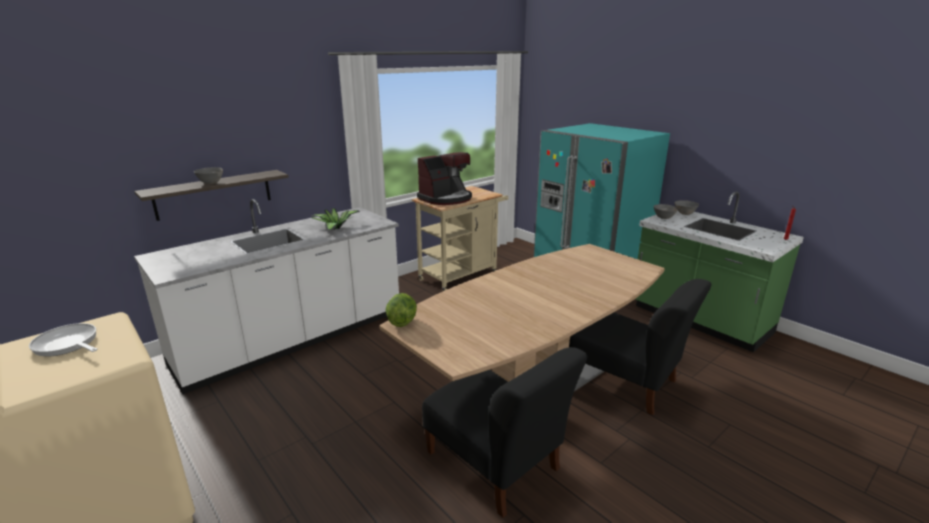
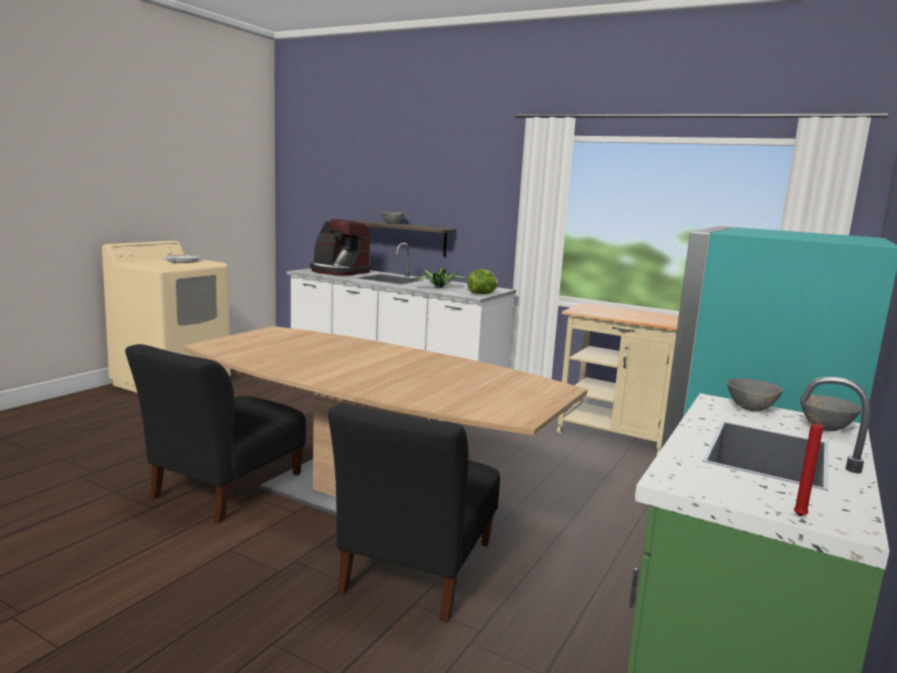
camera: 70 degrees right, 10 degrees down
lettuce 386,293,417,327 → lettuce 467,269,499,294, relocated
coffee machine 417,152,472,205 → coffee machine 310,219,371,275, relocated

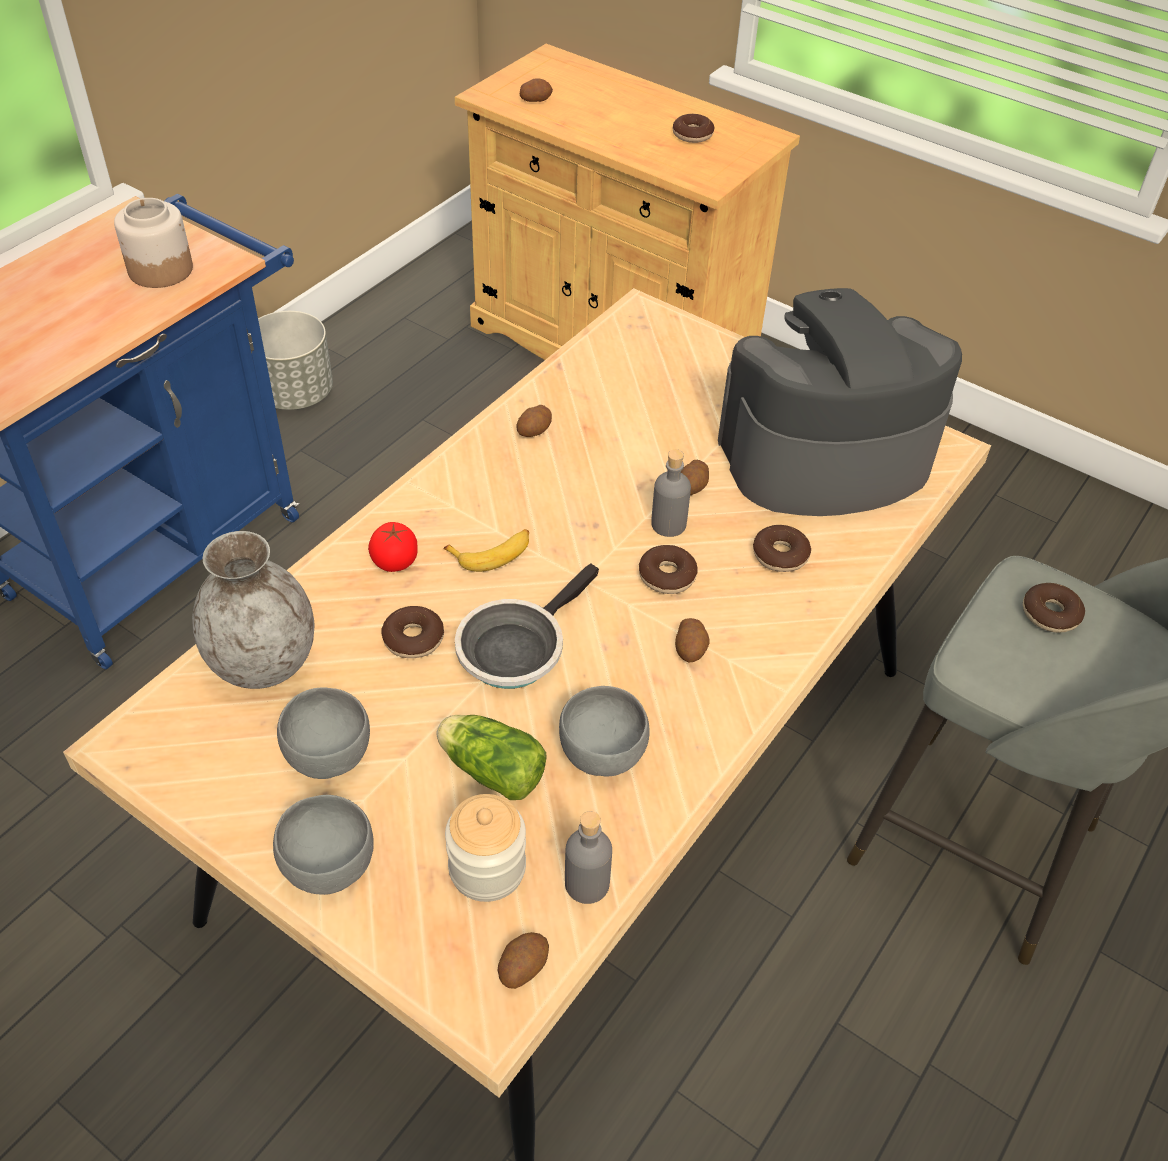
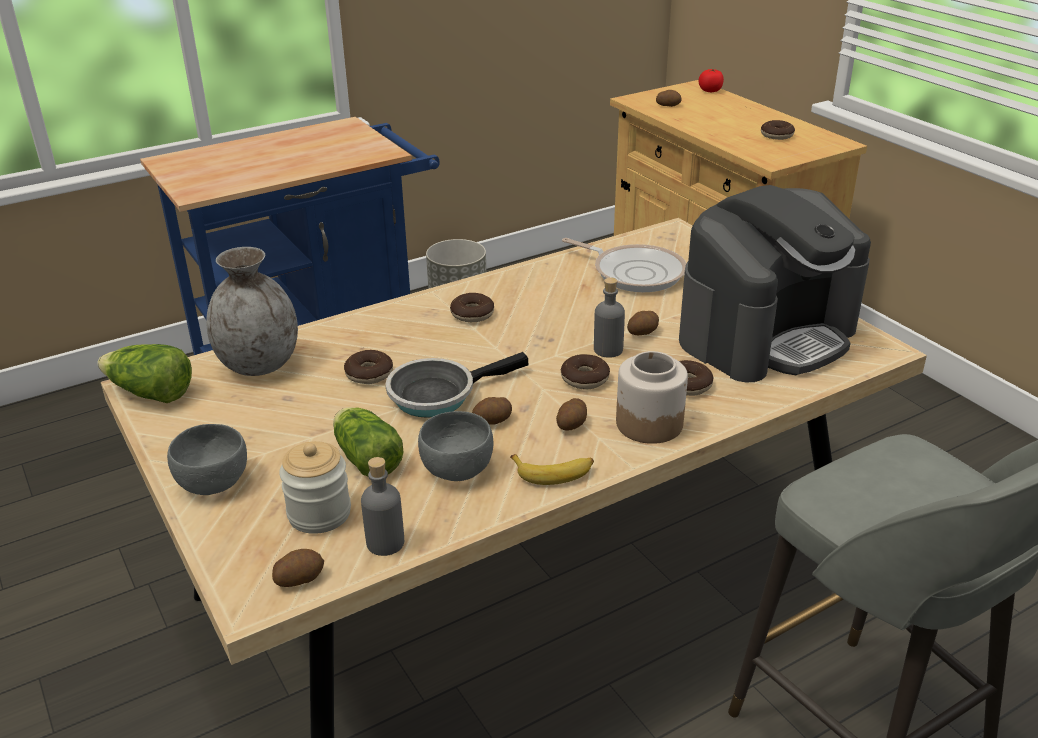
camera: 25 degrees right, 15 degrees down
storage jar 114,198,193,288 → storage jar 616,351,688,444, relocated
serving bowl in grey 277,687,370,779 → -
tomato 368,522,418,572 → tomato 699,69,724,92, relocated
whole banana 444,529,529,572 → whole banana 510,454,594,485, relocated
spud 516,405,552,437 → spud 472,397,512,425, relocated
coffee machine 718,288,962,516 → coffee machine 679,185,871,382, 135 degrees clockwise
doughnut 1023,583,1085,633 → doughnut 450,293,494,322, relocated
- → lettuce 97,344,192,403
- → pan 562,238,686,292

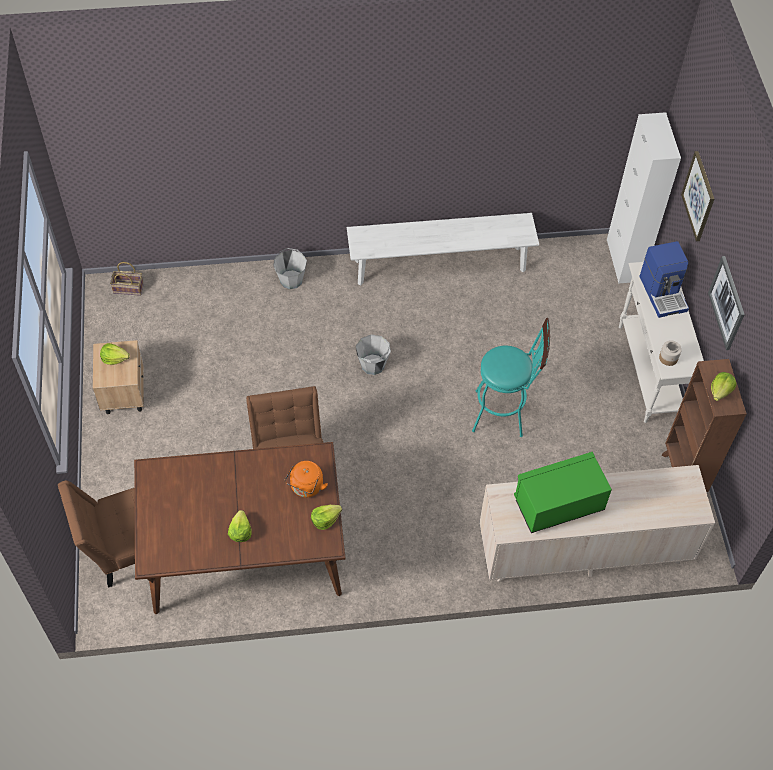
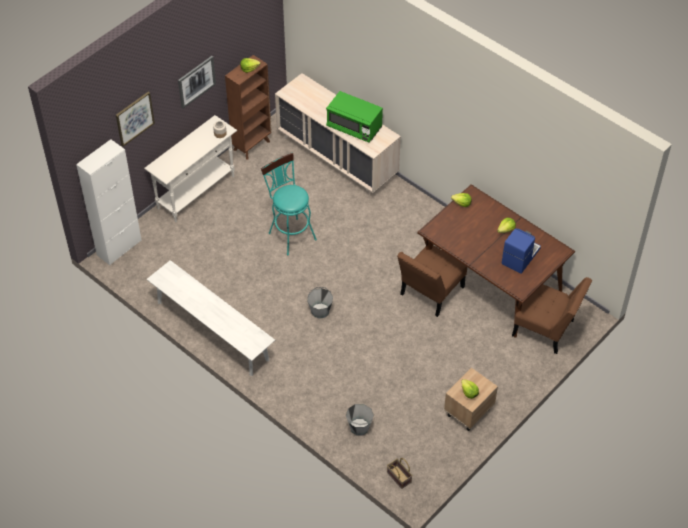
camera: 130 degrees left, 5 degrees down
bucket in grey 273,248,307,289 → bucket in grey 346,404,374,435, relocated
kettle in orange 285,461,328,498 → -
coffee machine 639,241,689,318 → coffee machine 502,228,541,274, relocated

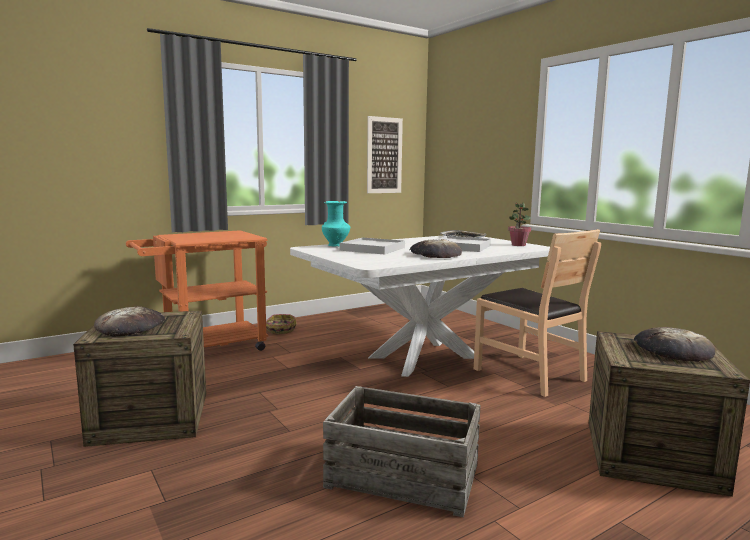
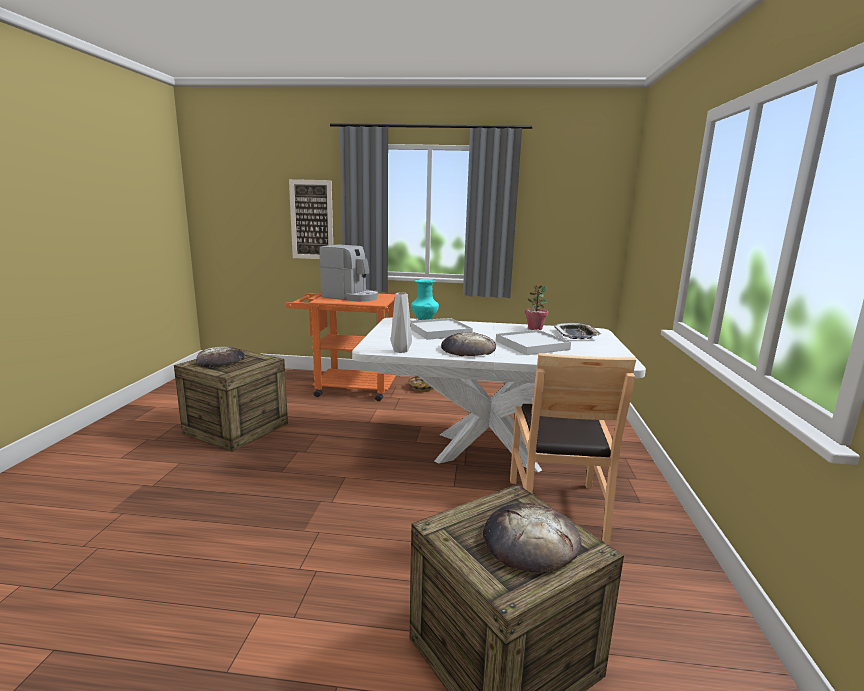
camera: 40 degrees right, 5 degrees up
shipping crate 323,386,481,517 → -
wall art 367,116,403,193 → wall art 289,179,333,259, relocated
potted plant 508,202,531,246 → potted plant 525,285,549,330, relocated
- → coffee machine 319,244,378,302
- → decorative vase in grey 391,293,412,353

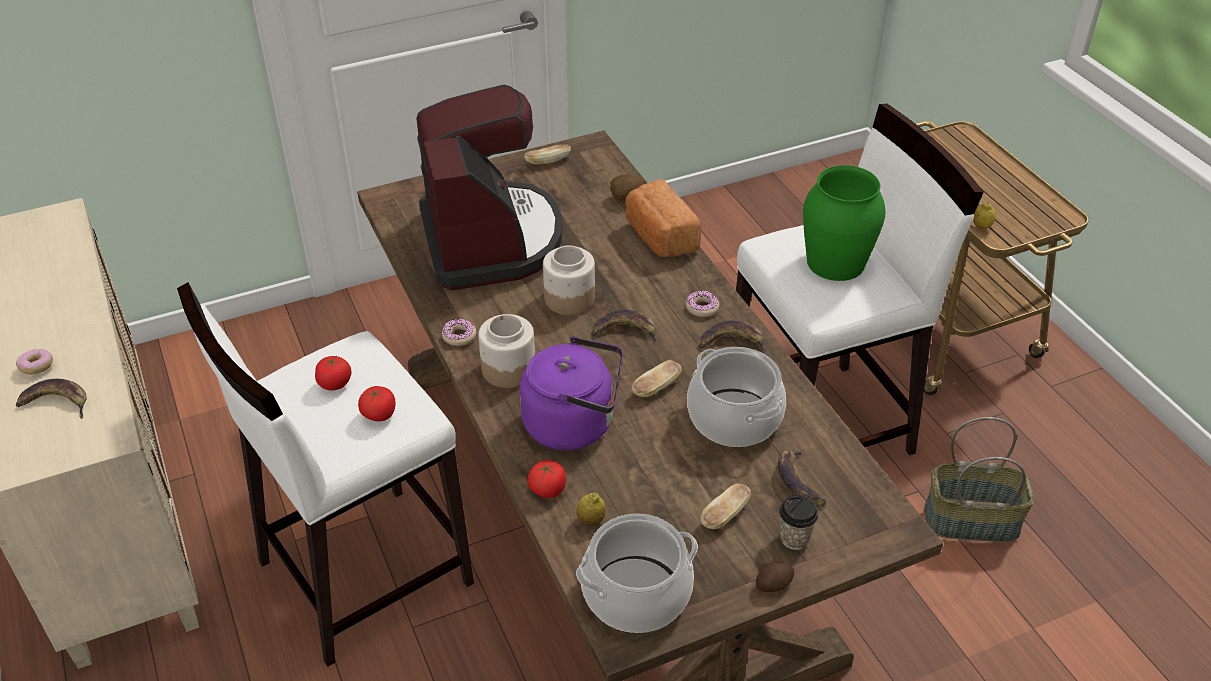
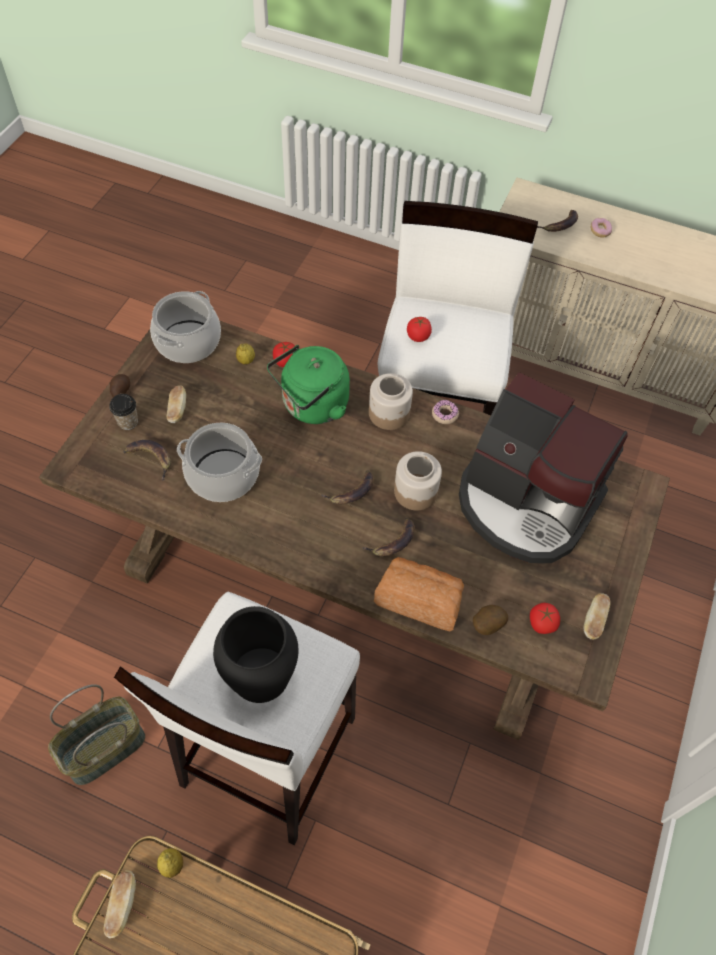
camera: 135 degrees right, 15 degrees up
tomato 315,356,352,391 → tomato 530,603,560,634, relocated
kettle in purple-coloured 520,336,623,450 → kettle in greenish 267,345,350,424
baked bread 632,360,682,397 → baked bread 104,870,136,938, relocated
doughnut 686,290,719,317 → -
whole banana 699,321,766,354 → whole banana 362,518,415,557, relocated
decorative vase in greenish 803,165,885,281 → decorative vase in black-coloured 213,606,298,703

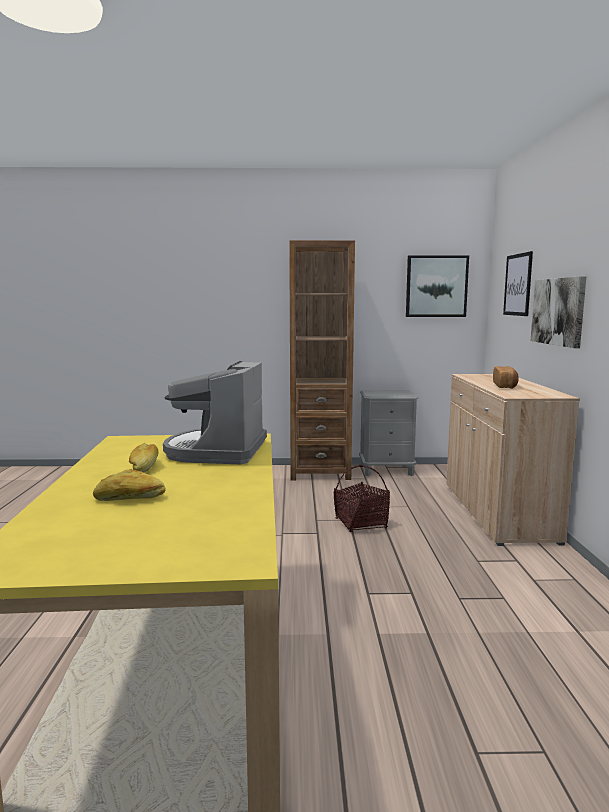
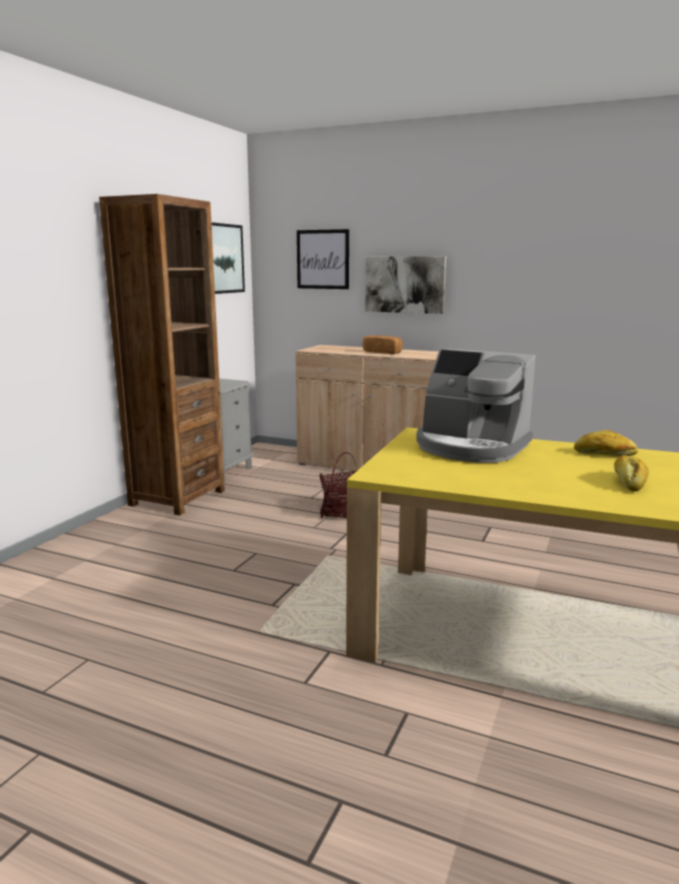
camera: 65 degrees left, 5 degrees up
baked bread 129,443,159,472 → baked bread 574,430,638,456, relocated

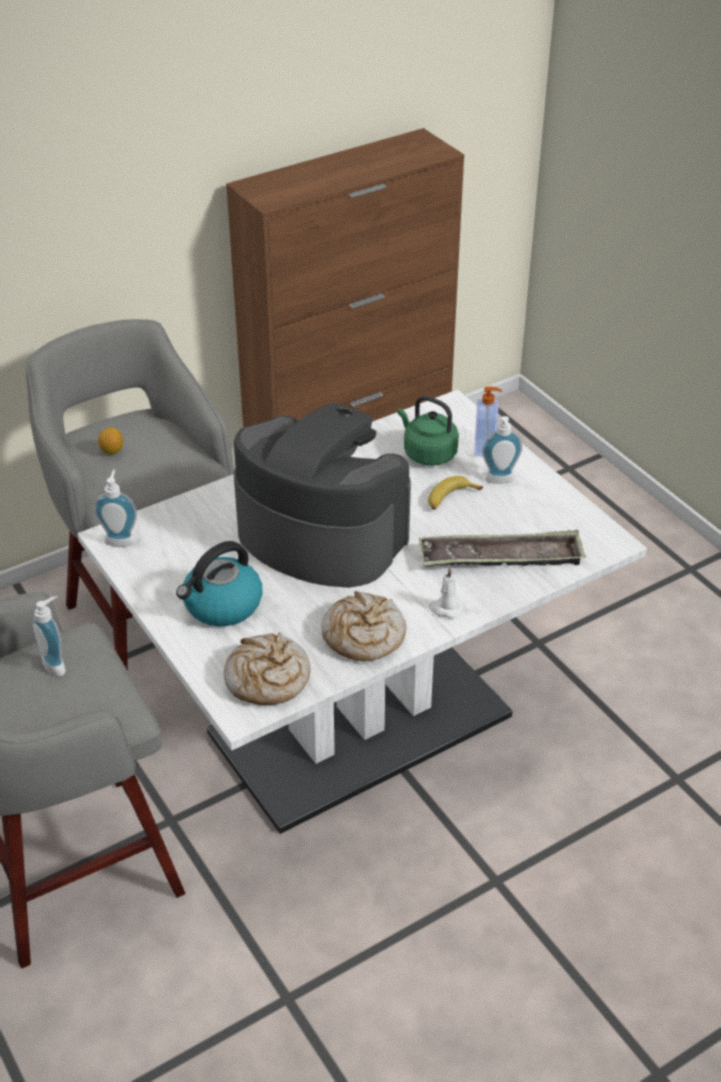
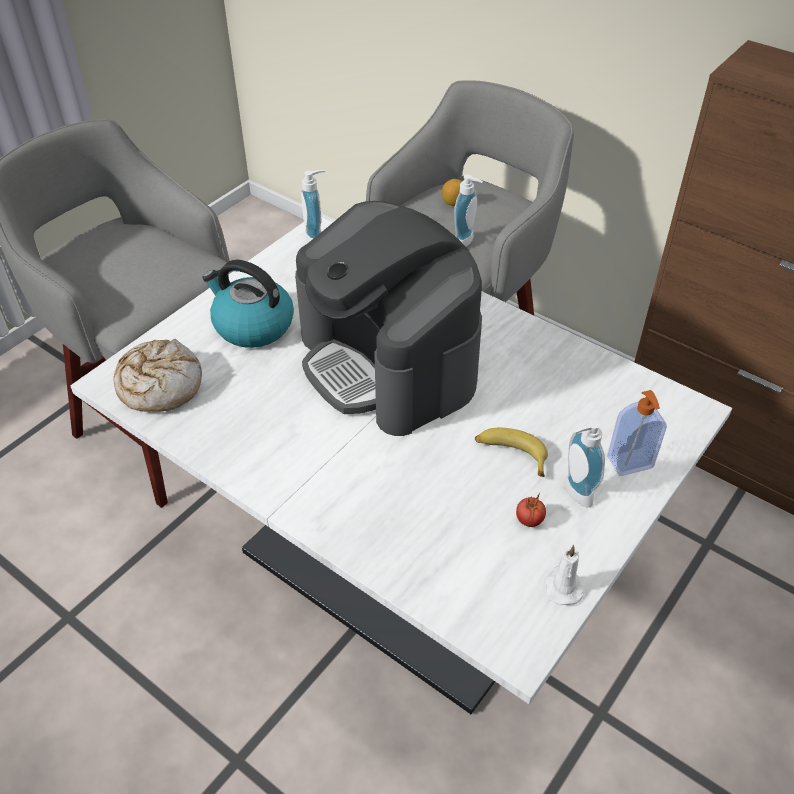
camera: 70 degrees right, 5 degrees up
soap dispenser 33,596,66,676 → soap dispenser 454,174,483,247, relocated
coffee machine 234,403,411,588 → coffee machine 295,201,482,436, 135 degrees clockwise
baked bread 322,591,407,661 → -
kettle in greenish 398,396,459,466 → -
serving tray 419,530,586,567 → -
wax light in white-coloured 429,567,464,619 → wax light in white-coloured 544,545,585,605, relocated
- → tomato 516,493,546,527

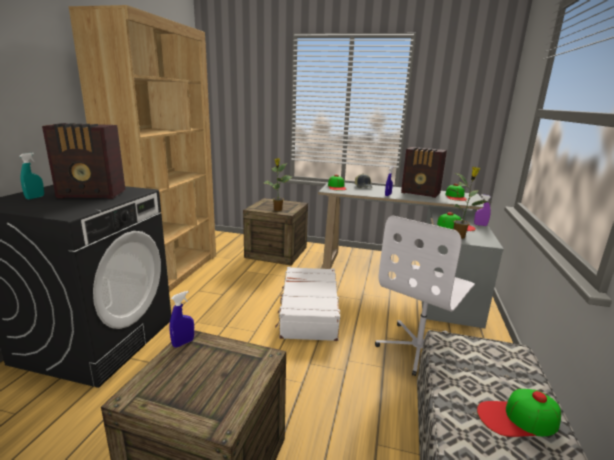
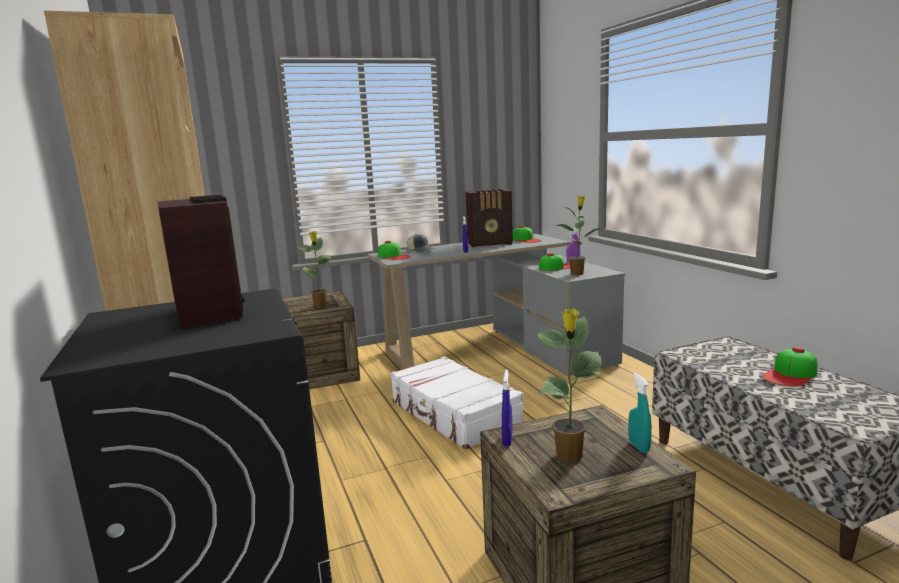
camera: 35 degrees left, 5 degrees down
hand sprayer in turquoise-coloured 19,153,44,199 → hand sprayer in turquoise-coloured 628,373,652,453, relocated
radio 42,123,125,199 → radio 157,195,245,328, 75 degrees counterclockwise
computer chair in white-coloured 375,215,475,376 → -
- → potted plant 538,308,602,463

